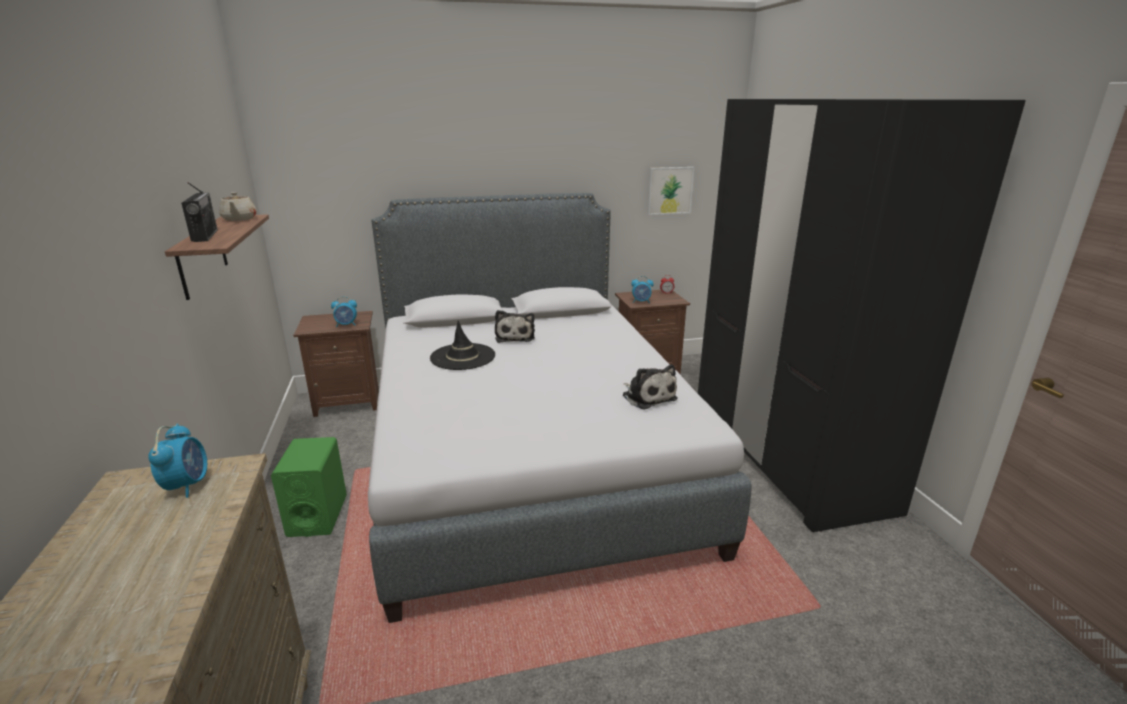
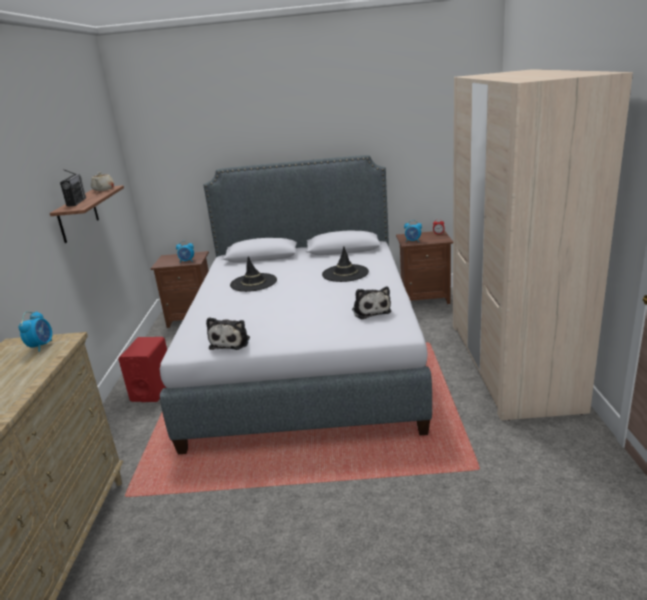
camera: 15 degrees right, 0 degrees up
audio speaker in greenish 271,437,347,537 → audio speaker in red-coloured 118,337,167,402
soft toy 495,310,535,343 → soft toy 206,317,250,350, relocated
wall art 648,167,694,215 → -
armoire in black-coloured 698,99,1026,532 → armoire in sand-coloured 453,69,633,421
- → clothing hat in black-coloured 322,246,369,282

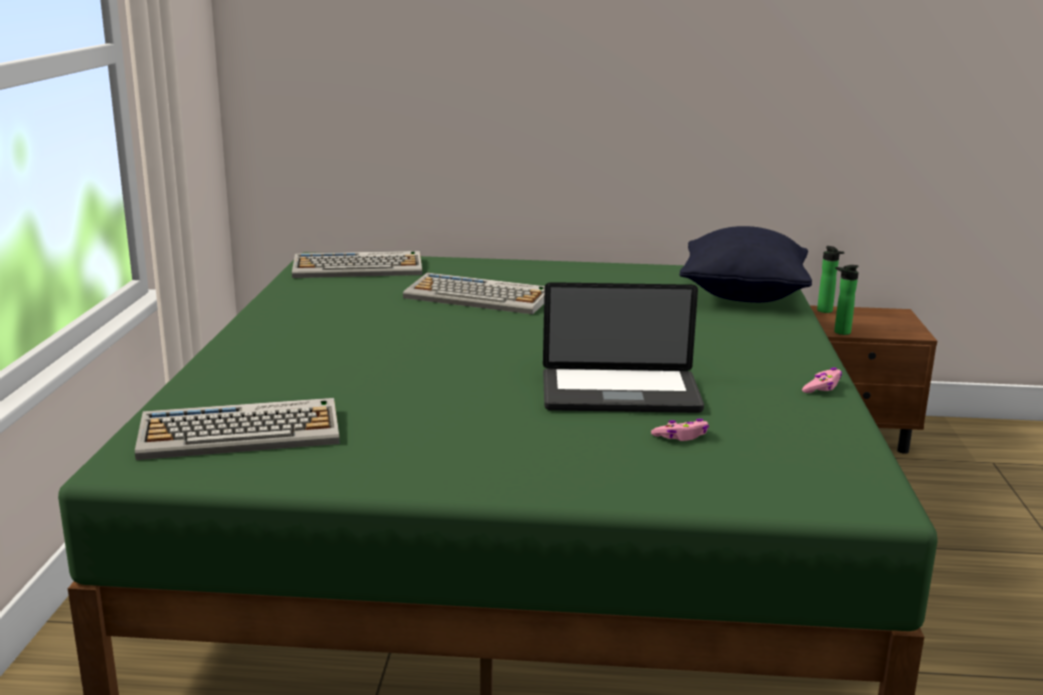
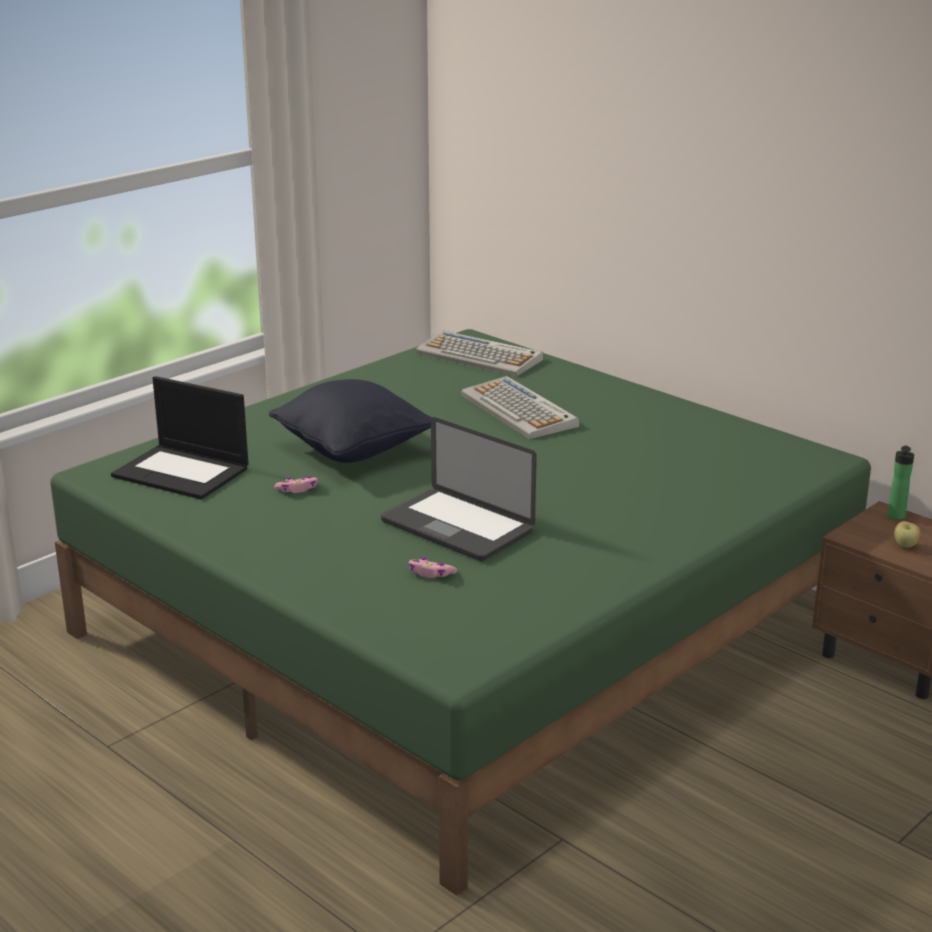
camera: 40 degrees right, 5 degrees up
PC keyboard 135,398,340,460 → portable computer 111,376,248,499
throw pillow in black-coloured 679,226,812,303 → throw pillow in black-coloured 269,379,432,463, relocated
joypad in pink 802,368,842,393 → joypad in pink 274,476,318,493, relocated
bottle 834,265,859,335 → -
- → apple fruit 894,521,920,548

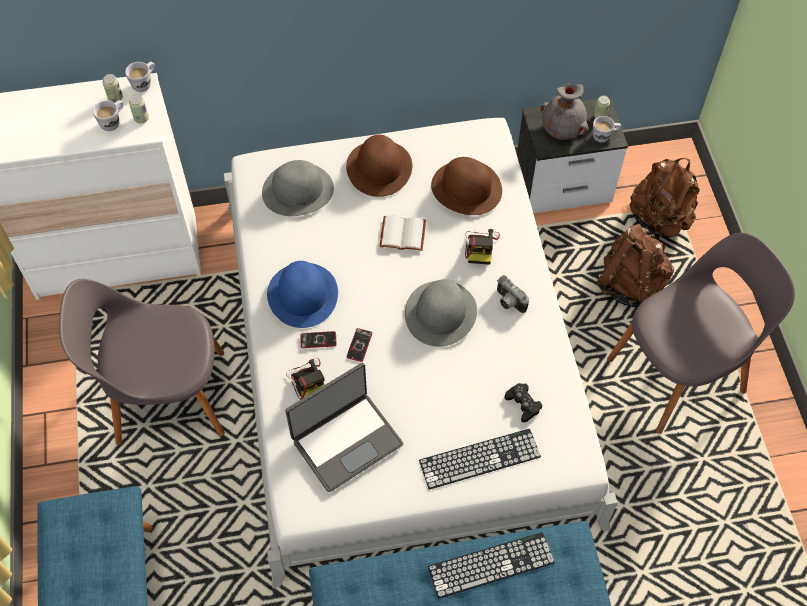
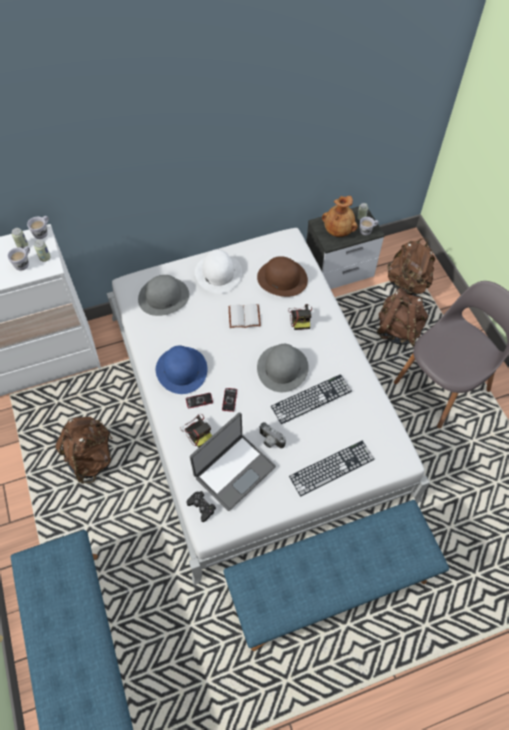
camera: 10 degrees left, 0 degrees up
chair in grey 59,279,225,445 → rucksack in brown-coloured 56,417,112,484
clothing hat in brown-coloured 346,135,412,197 → clothing hat in white-coloured 195,249,242,293
PC keyboard 428,532,555,599 → PC keyboard 271,374,352,424, relocated
photo camera 497,275,529,313 → photo camera 259,422,286,448, relocated
joypad in black-coloured 505,383,542,423 → joypad in black-coloured 187,491,216,522, relocated
decorative vase in grey 540,83,589,140 → decorative vase in brown-coloured 322,196,358,237

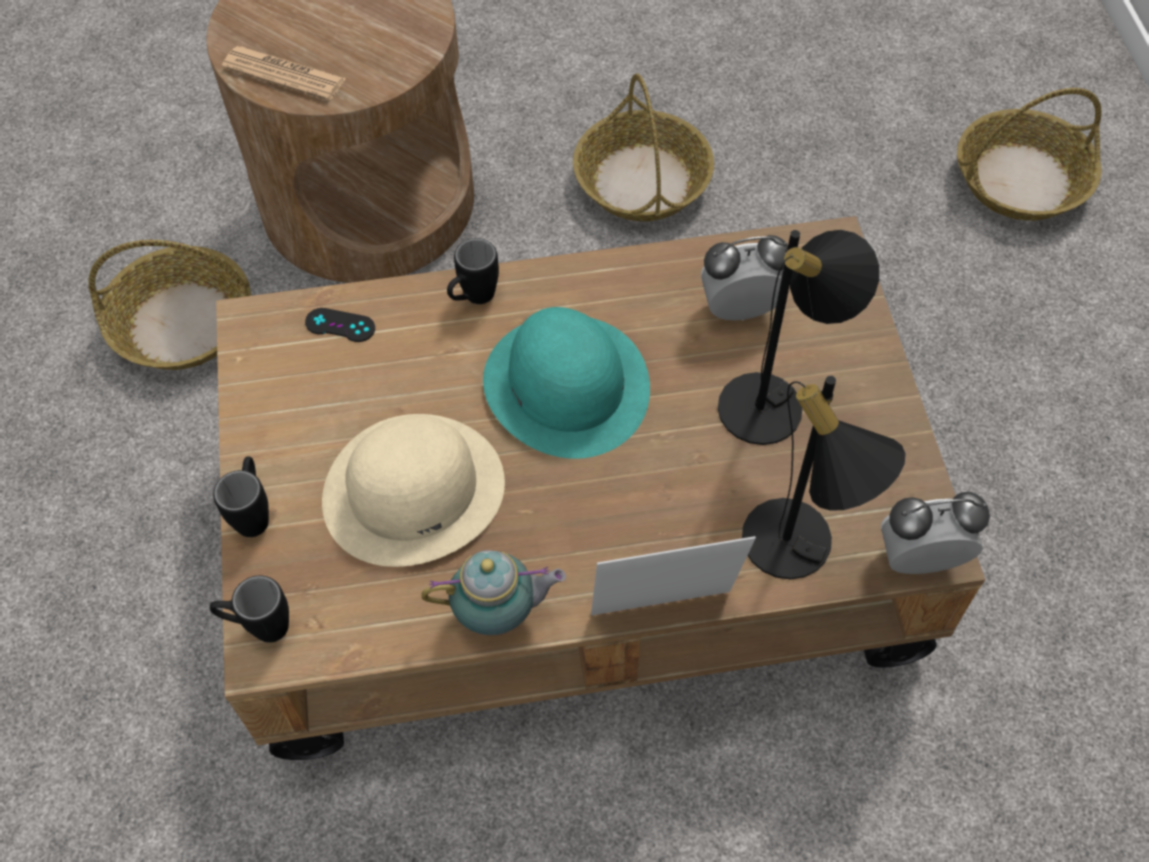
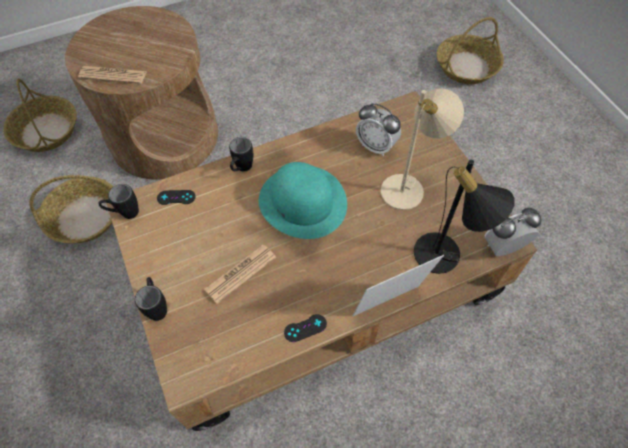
camera: 15 degrees left, 0 degrees up
coffee mug in black-coloured 210,575,289,643 → coffee mug in black-coloured 99,184,139,219, relocated
clothing hat in sand-coloured 322,414,505,567 → printed paper 204,244,276,304
teapot 422,550,566,636 → joypad in black-coloured 284,314,327,342
storage basket 573,73,714,221 → storage basket 3,79,77,152, relocated
alarm clock 701,235,789,321 → alarm clock 356,103,401,156, 120 degrees counterclockwise
tabletop lamp in black-coloured 718,230,879,445 → tabletop lamp in sand-coloured 380,89,464,210

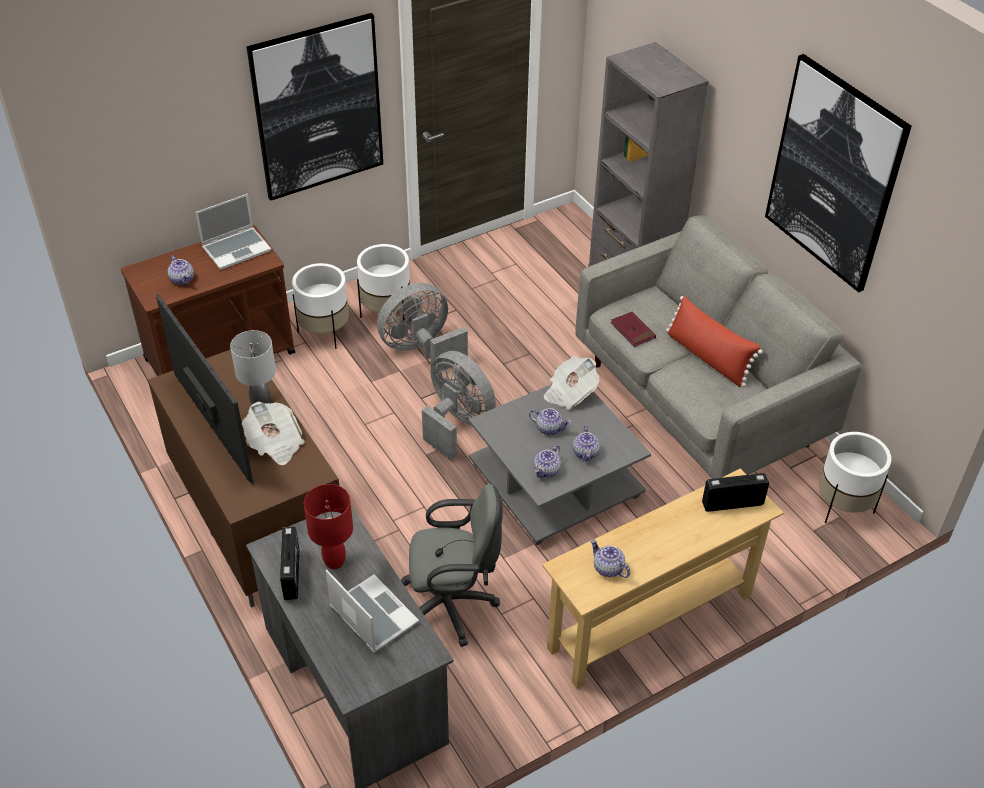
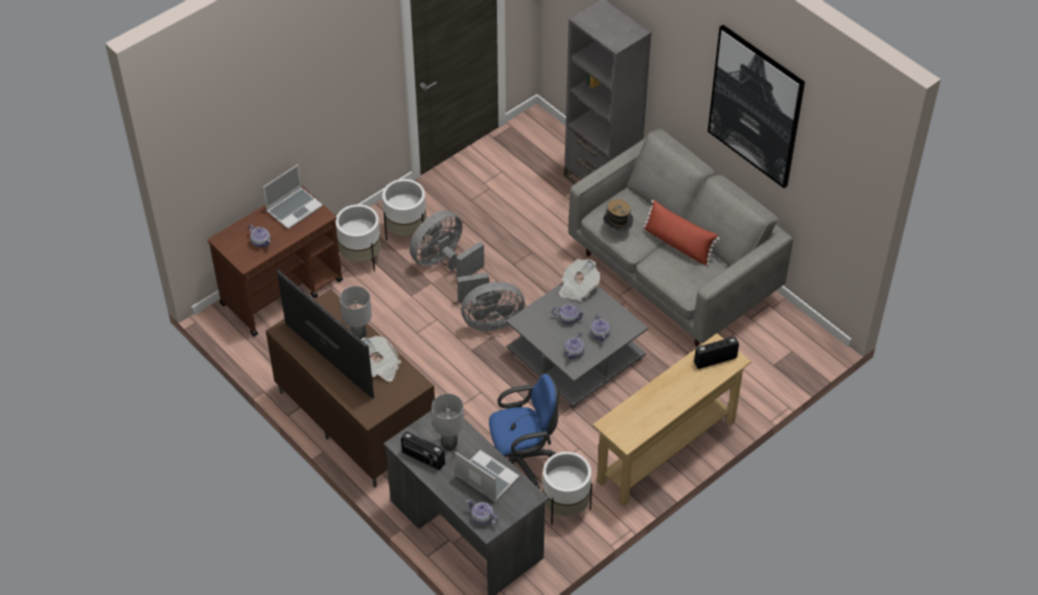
camera: 10 degrees left, 5 degrees up
wall art 247,13,383,201 → -
radio 280,527,300,600 → radio 401,431,445,470, 135 degrees clockwise
tabletop lamp in red-coloured 304,484,353,569 → tabletop lamp in grey 432,393,464,451
computer chair in grey 401,484,503,647 → computer chair in blue 489,374,559,489
electric fan in grey 422,351,496,460 → electric fan in grey 457,273,525,331, 135 degrees clockwise
teapot 590,539,630,578 → teapot 467,500,498,525, relocated
book in red-coloured 610,312,656,347 → clothing hat 603,199,633,231
plant pot in white-coloured 819,432,891,523 → plant pot in white-coloured 542,452,592,525, relocated

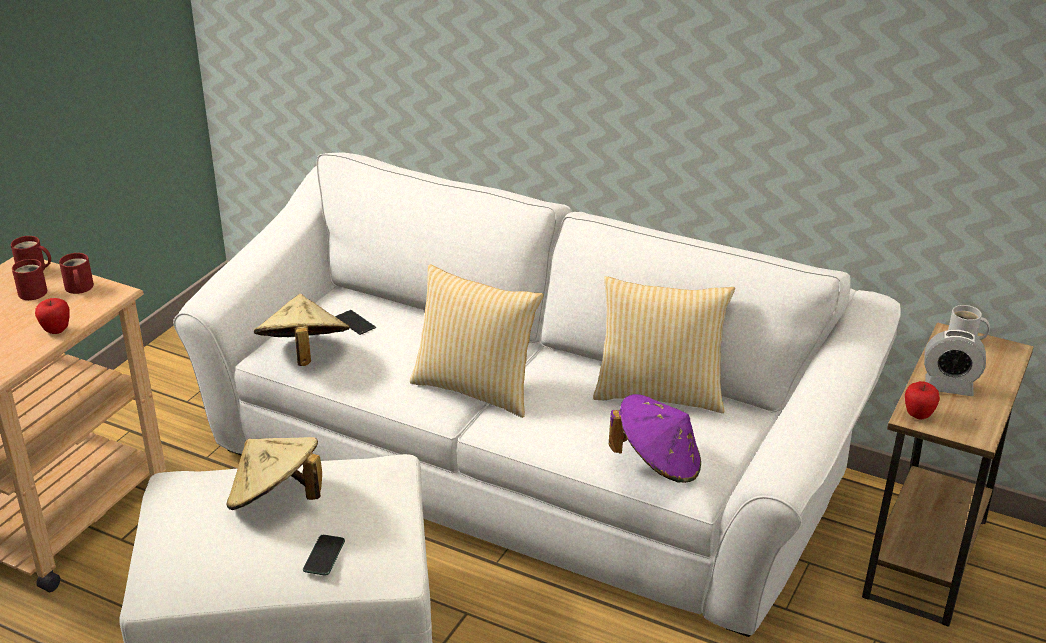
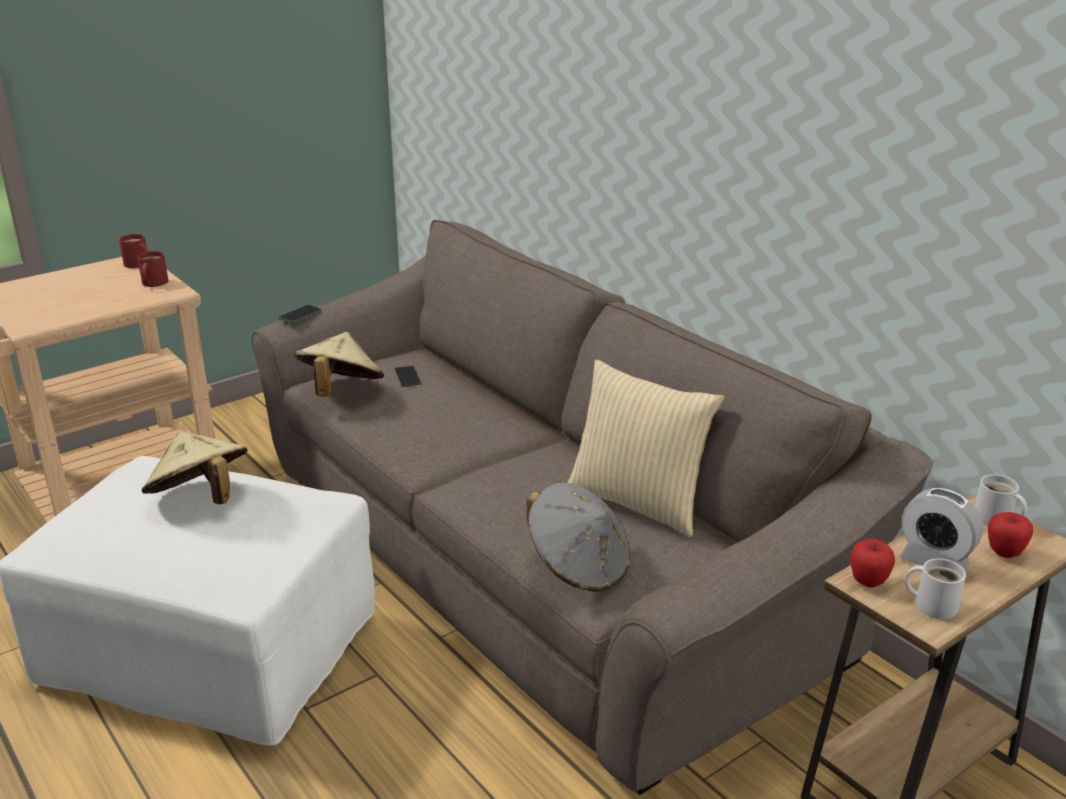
camera: 25 degrees right, 5 degrees down
coffee mug in red-coloured 12,259,47,300 → -
apple fruit 35,298,70,334 → apple fruit 988,512,1033,558, relocated
sofa in white-coloured 173,153,901,637 → sofa in brown-coloured 251,220,933,795
handset 303,535,345,576 → handset 279,305,321,323, relocated
throw pillow 410,264,544,418 → -
clothing hat in purple-coloured 609,394,701,483 → clothing hat in grey 526,483,630,592
- → coffee mug in white-coloured 905,558,966,619

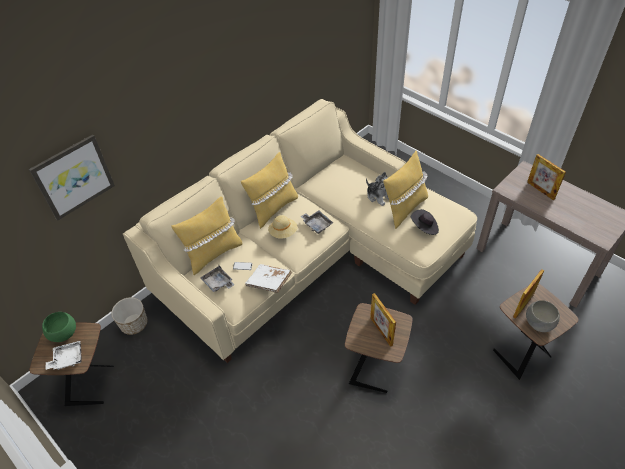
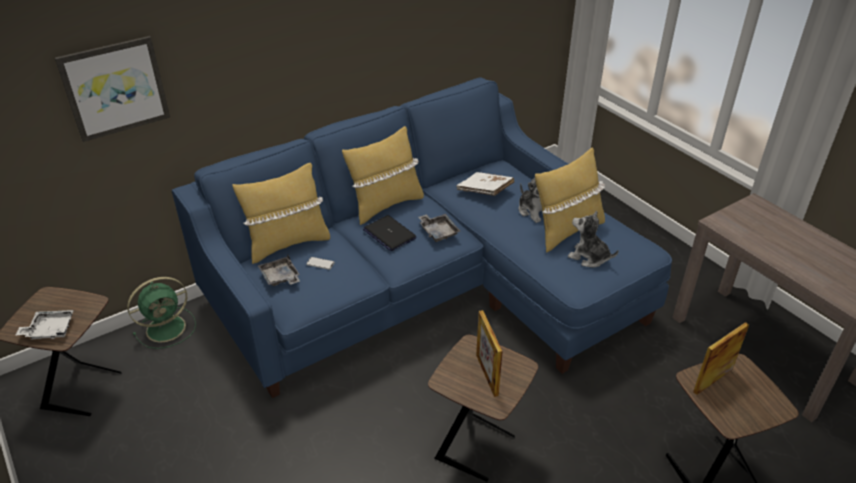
camera: 10 degrees right, 10 degrees down
serving bowl in greenish 42,312,76,342 → -
plant pot 111,297,148,335 → electric fan in greenish 127,277,196,349
sofa in sand-coloured 123,99,477,363 → sofa in blue 172,77,672,398
book in white-coloured 245,264,292,293 → book in white-coloured 456,172,515,196, relocated
clothing hat in sand-coloured 268,215,298,239 → portable computer 363,215,417,251
clothing hat in black-coloured 411,209,439,235 → soft toy 568,211,619,268
serving bowl in grey 526,300,560,332 → -
standing frame 527,154,566,200 → -

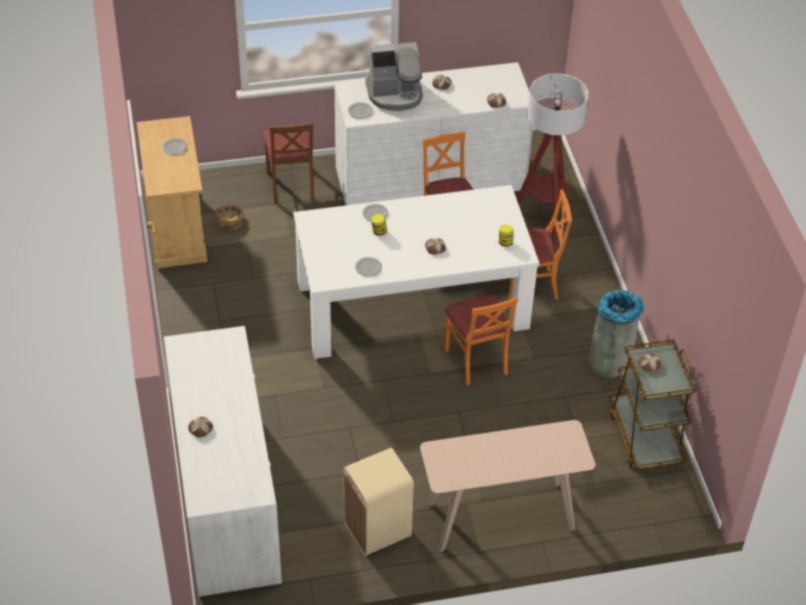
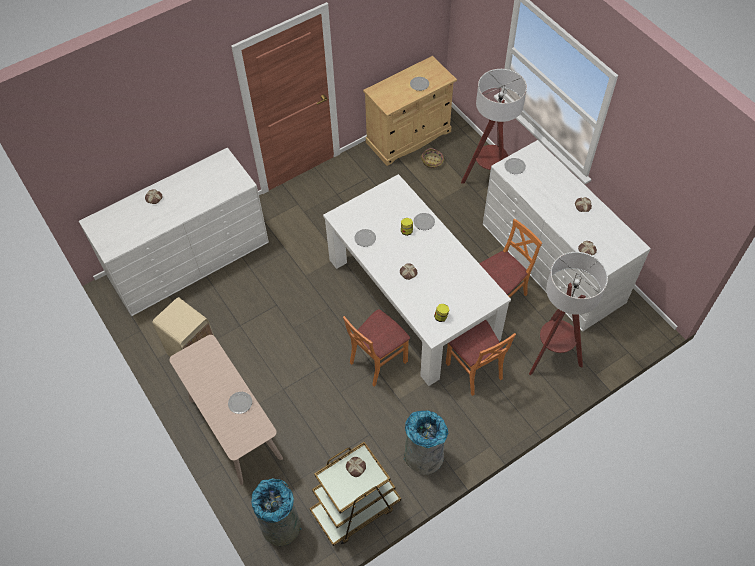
camera: 70 degrees right, 10 degrees up
chair in brown-coloured 263,123,314,204 → standing lamp 461,69,527,183
coffee machine 365,42,423,111 → -
- → plate 228,392,252,414
- → trash can in grey 251,478,302,546

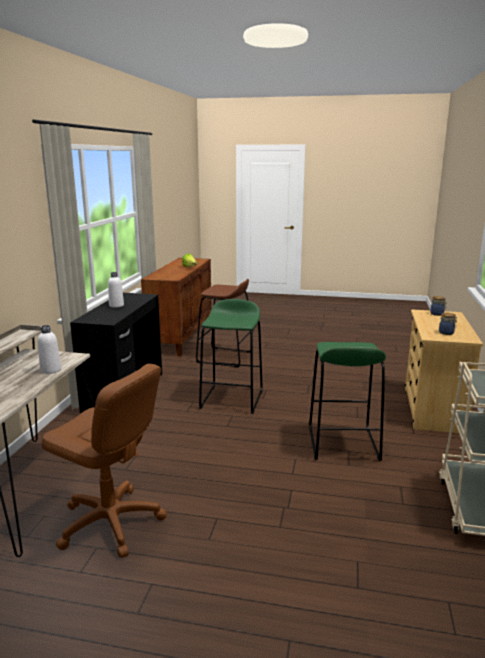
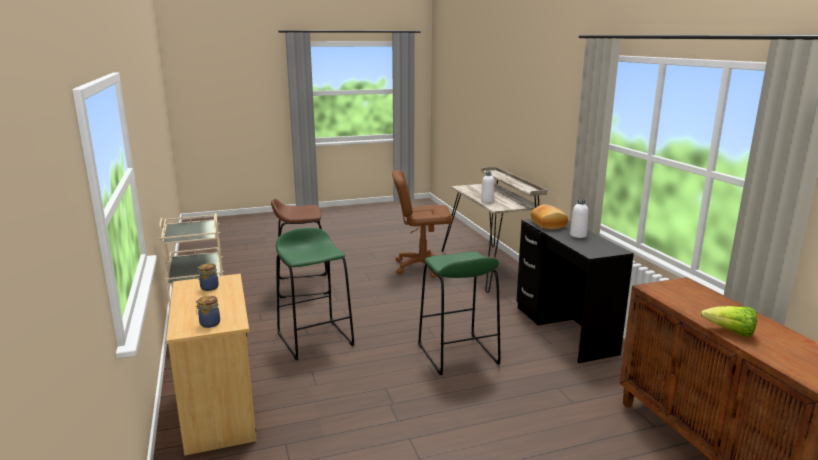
camera: 150 degrees right, 0 degrees up
sitting stool in brown-coloured 196,279,251,368 → sitting stool in brown-coloured 271,199,329,298, relocated
- → baked bread 531,204,568,229

